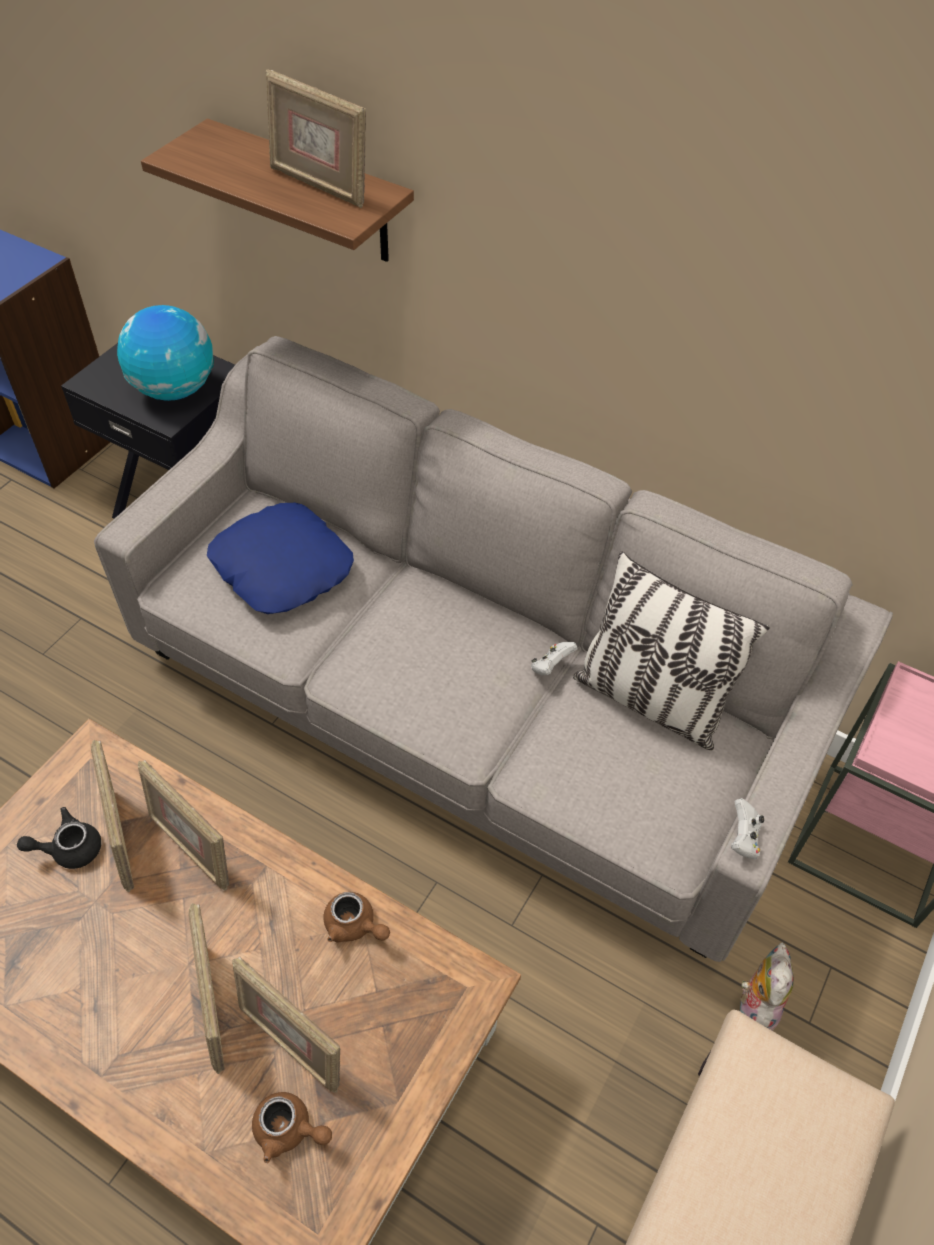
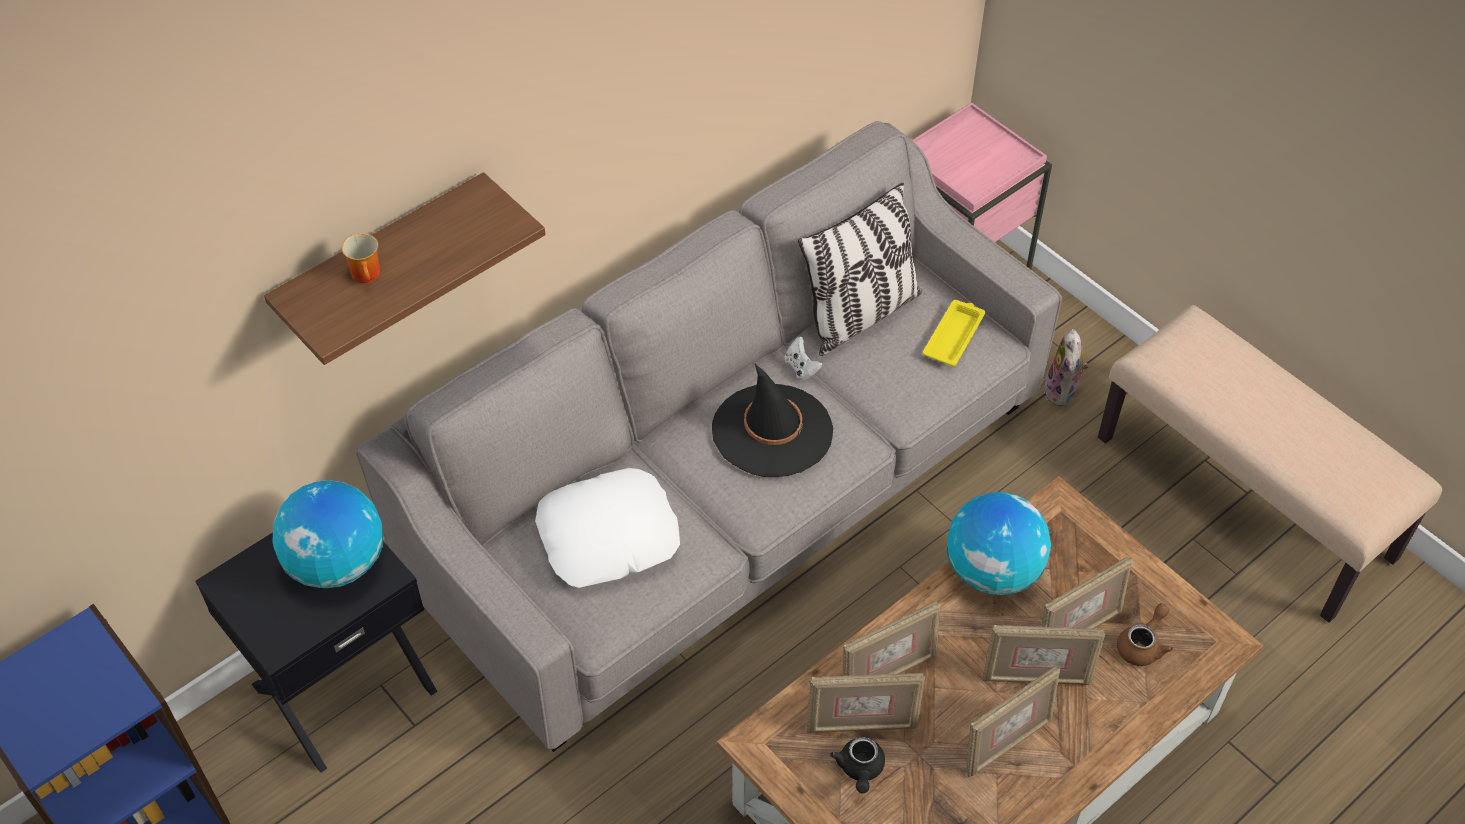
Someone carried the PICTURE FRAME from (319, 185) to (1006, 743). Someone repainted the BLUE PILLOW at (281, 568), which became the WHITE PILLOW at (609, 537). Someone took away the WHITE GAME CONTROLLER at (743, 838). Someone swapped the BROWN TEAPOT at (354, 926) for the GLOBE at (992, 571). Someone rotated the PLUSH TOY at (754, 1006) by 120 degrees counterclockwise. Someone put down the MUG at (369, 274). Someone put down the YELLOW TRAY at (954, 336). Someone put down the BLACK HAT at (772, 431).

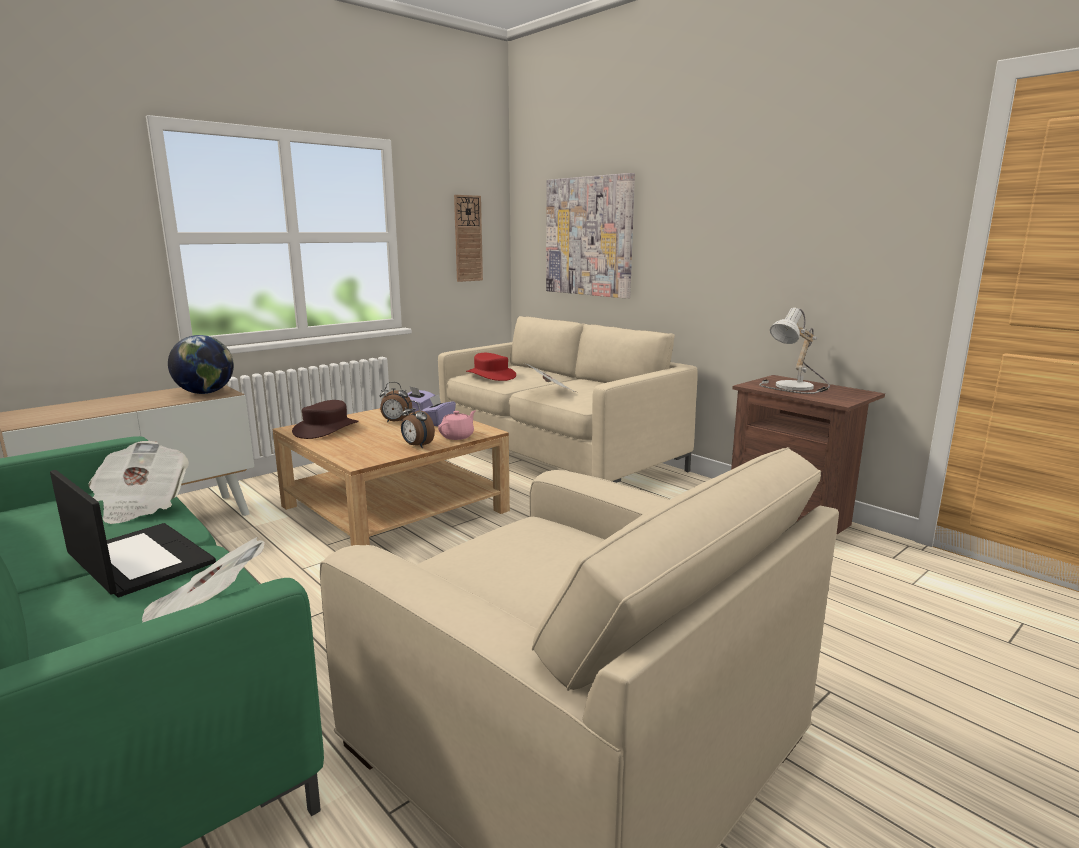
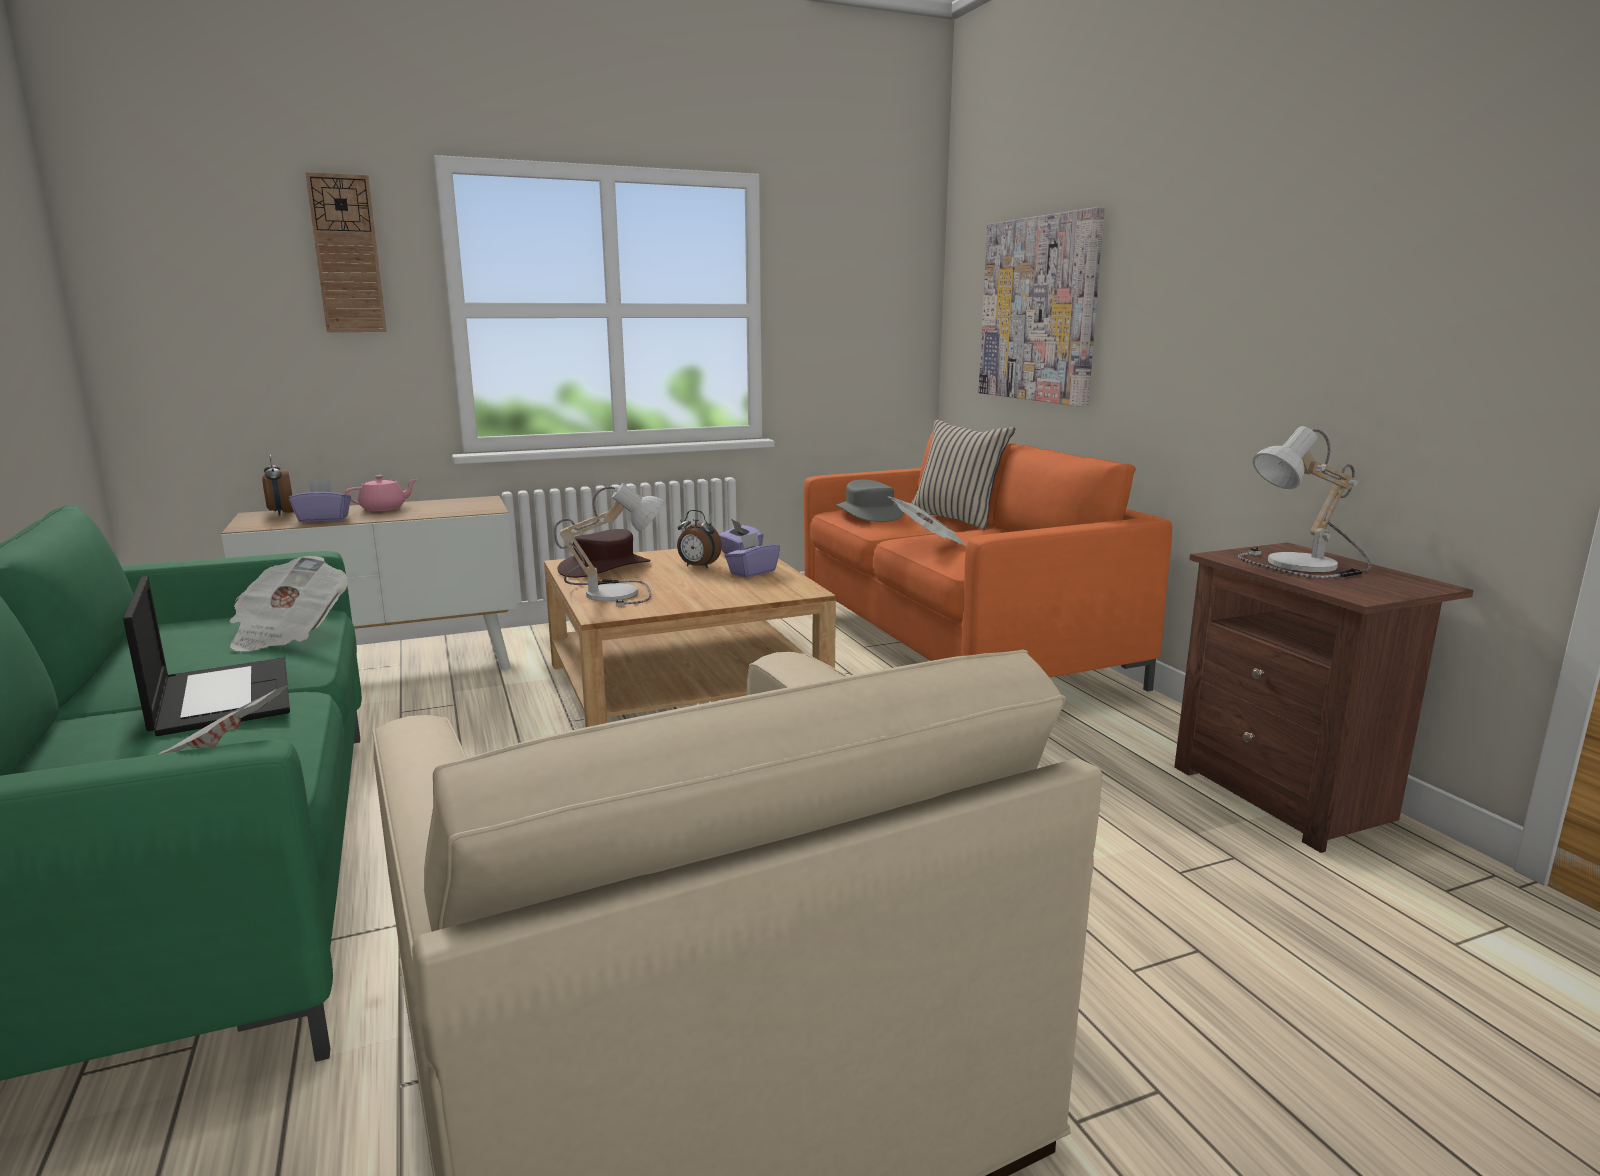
Someone carried the WALL CLOCK from (468, 238) to (347, 254). Someone repainted the BEIGE SOFA at (558, 459), which became the ORANGE SOFA at (957, 647). Someone took away the GLOBE at (205, 393). Someone repainted the RED HAT at (491, 375), which became the GREY HAT at (869, 513). Someone carried the ALARM CLOCK from (416, 446) to (281, 513). Someone carried the PINK TEAPOT from (458, 436) to (384, 508). Someone put down the BEIGE PILLOW at (956, 518). Someone put down the PURPLE TISSUE BOX at (324, 519). Someone put down the TABLE LAMP at (615, 592).

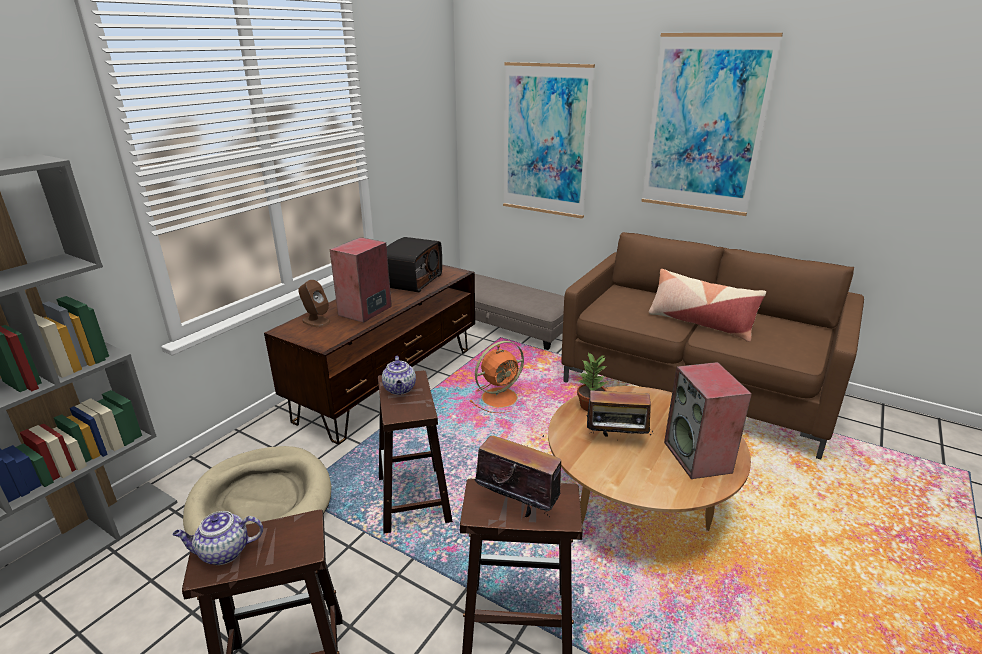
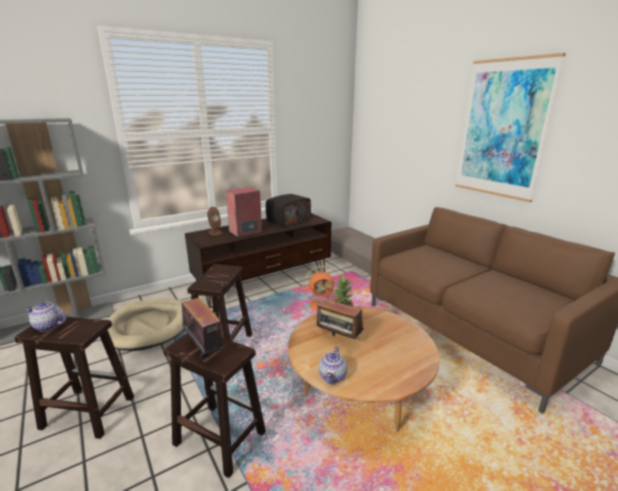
Someone took away the PICTURE at (545, 141). Someone took away the PILLOW at (700, 323). Someone carried the TEAPOT from (400, 389) to (332, 377). Someone took away the SPEAKER at (698, 457).

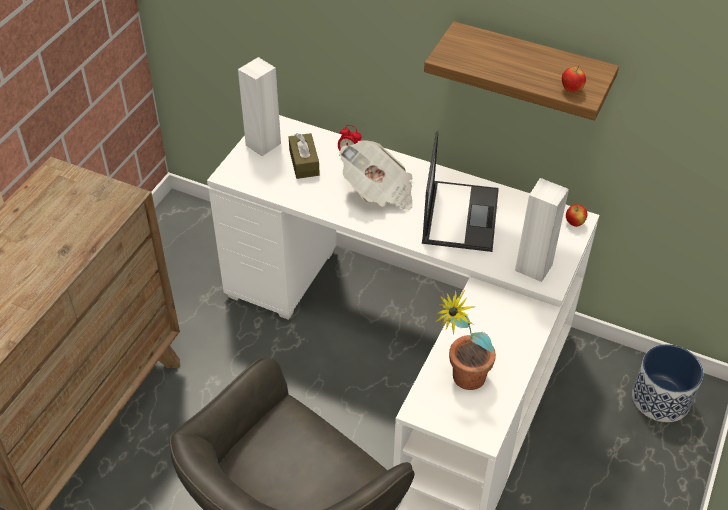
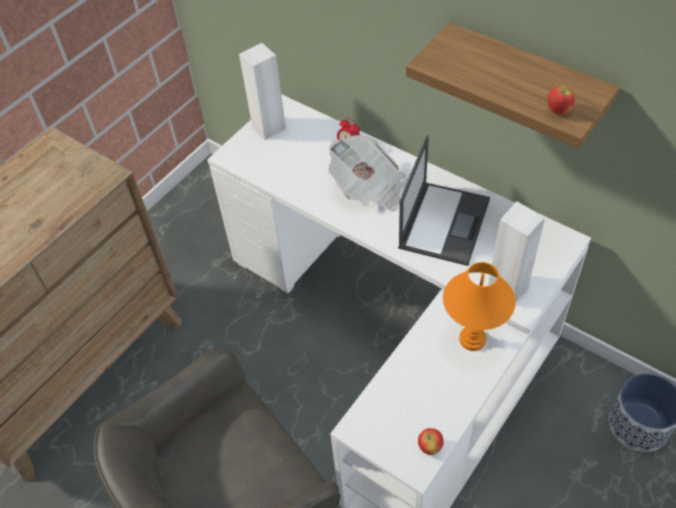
Someone took away the BROWN TISSUE BOX at (304, 163). Someone carried the APPLE from (574, 223) to (430, 447). Someone took away the POTTED PLANT at (460, 382). Someone put down the ORANGE TABLE LAMP at (472, 340).

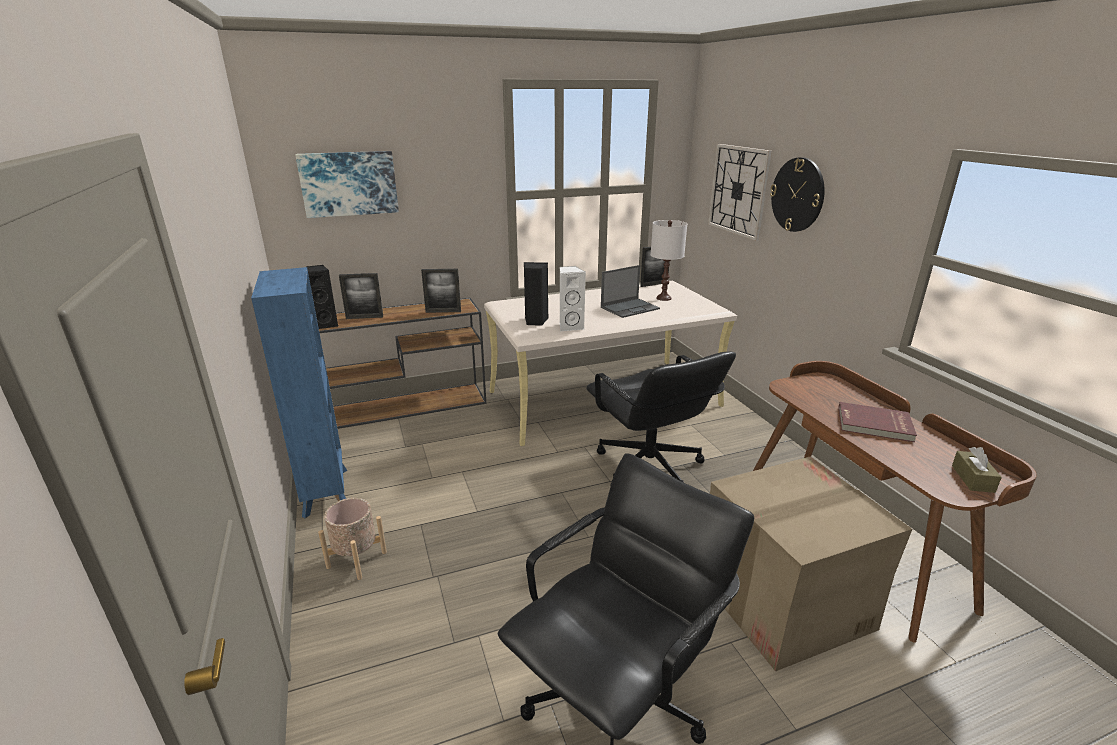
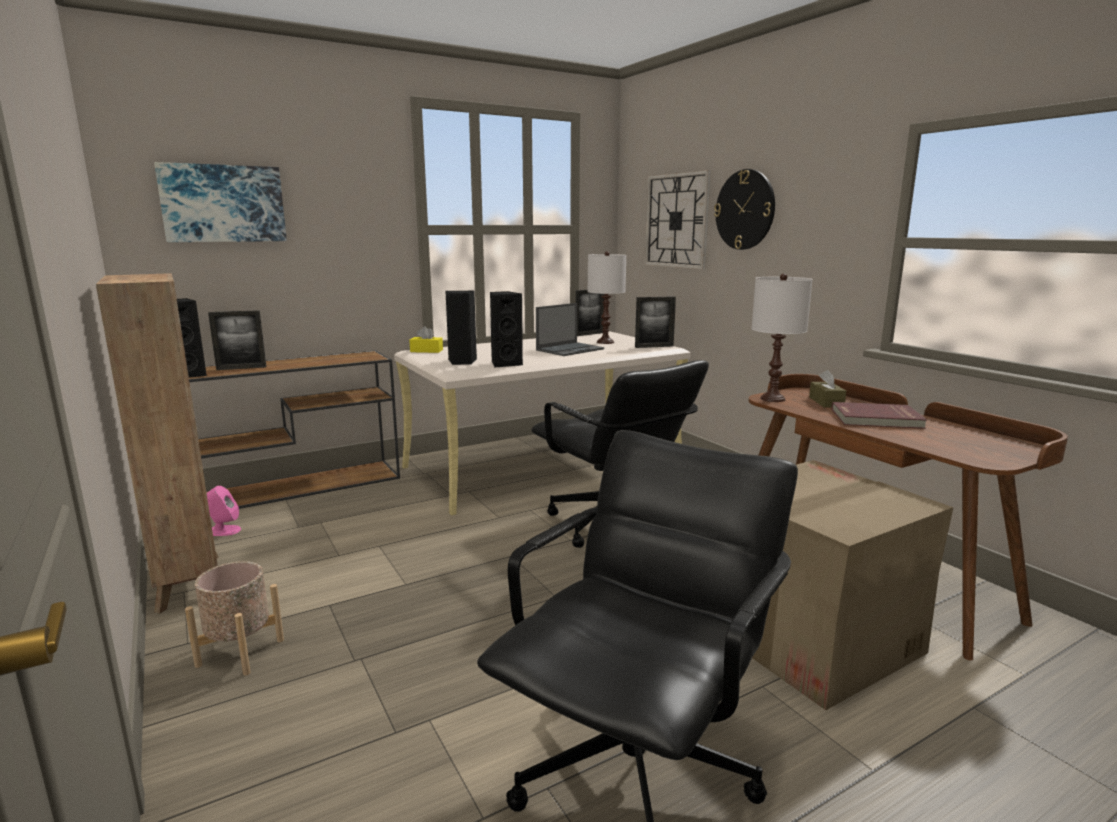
Someone repainted the WHITE SPEAKER at (570, 326), which became the BLACK SPEAKER at (505, 364). Someone repainted the BLUE BOOKCASE at (326, 491), which became the BROWN BOOKCASE at (189, 581). Someone carried the PICTURE FRAME from (443, 311) to (654, 346). Someone carried the BROWN TISSUE BOX from (972, 479) to (826, 402). Someone put down the WHITE TABLE LAMP at (772, 399). Someone put down the YELLOW TISSUE BOX at (426, 351). Someone put down the PINK SPEAKER at (223, 531).

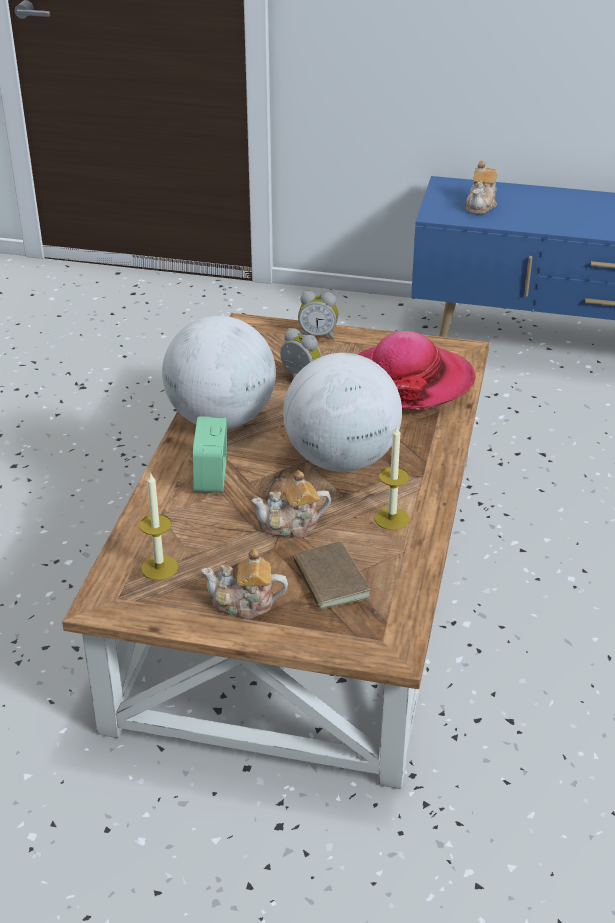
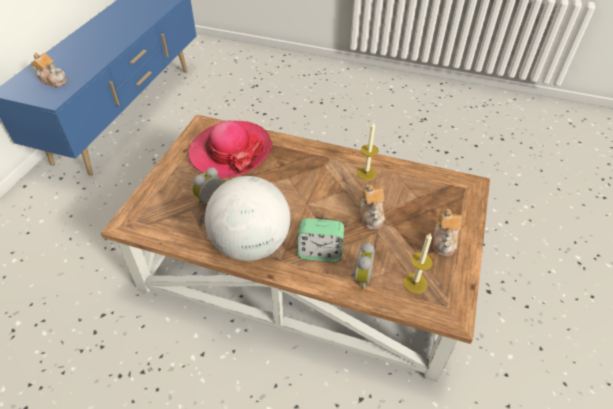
Someone carried the ALARM CLOCK from (318, 335) to (360, 277). Someone took away the GLOBE at (341, 460). Someone took away the BROWN BOOK at (328, 580).

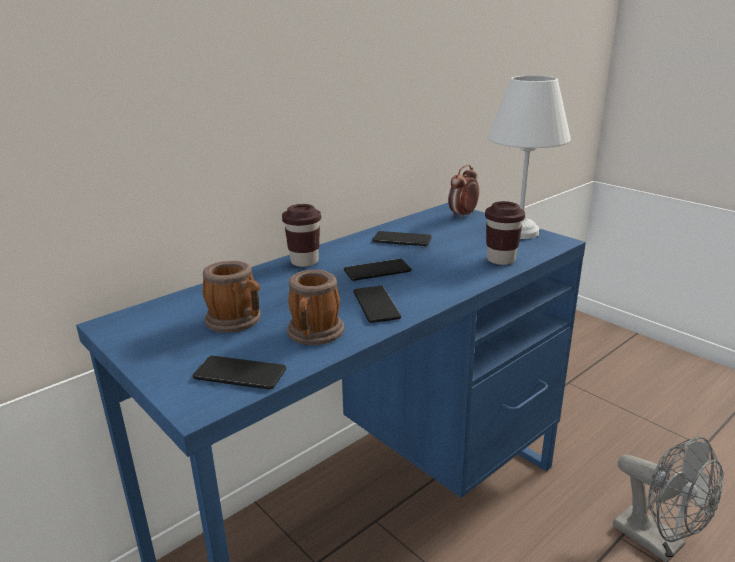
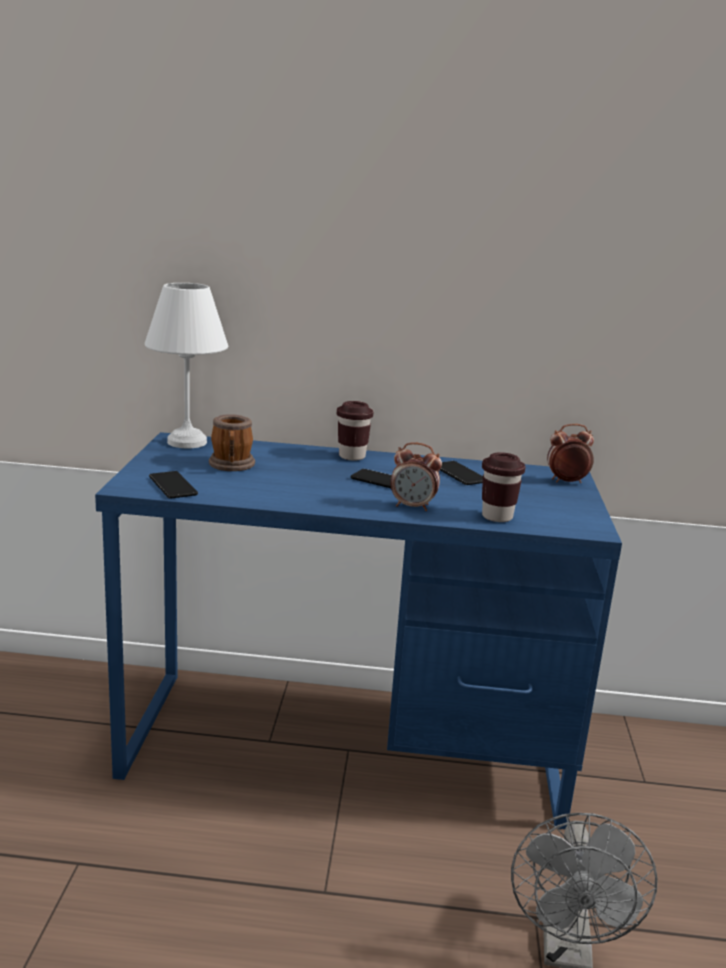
Someone carried the WHITE TABLE LAMP from (520, 233) to (185, 442). Someone took away the MUG at (314, 335). Someone took away the PHONE at (376, 305). Someone put down the ALARM CLOCK at (413, 506).

